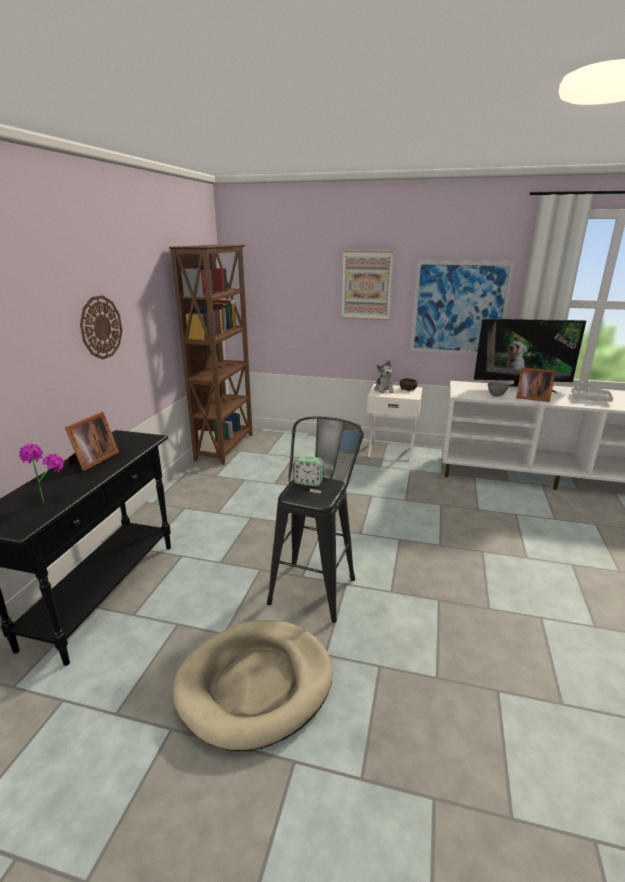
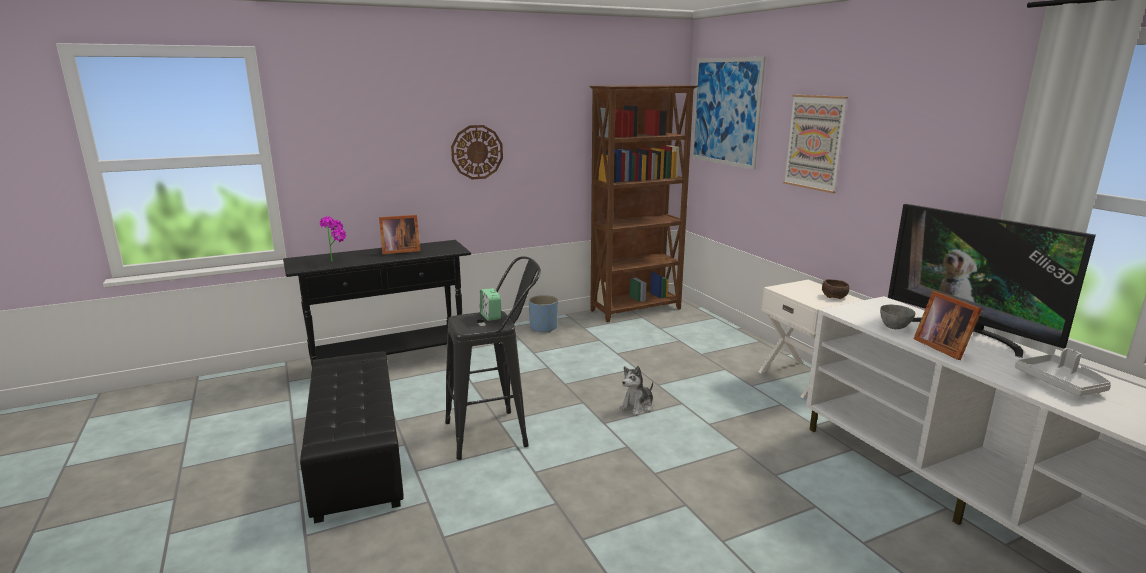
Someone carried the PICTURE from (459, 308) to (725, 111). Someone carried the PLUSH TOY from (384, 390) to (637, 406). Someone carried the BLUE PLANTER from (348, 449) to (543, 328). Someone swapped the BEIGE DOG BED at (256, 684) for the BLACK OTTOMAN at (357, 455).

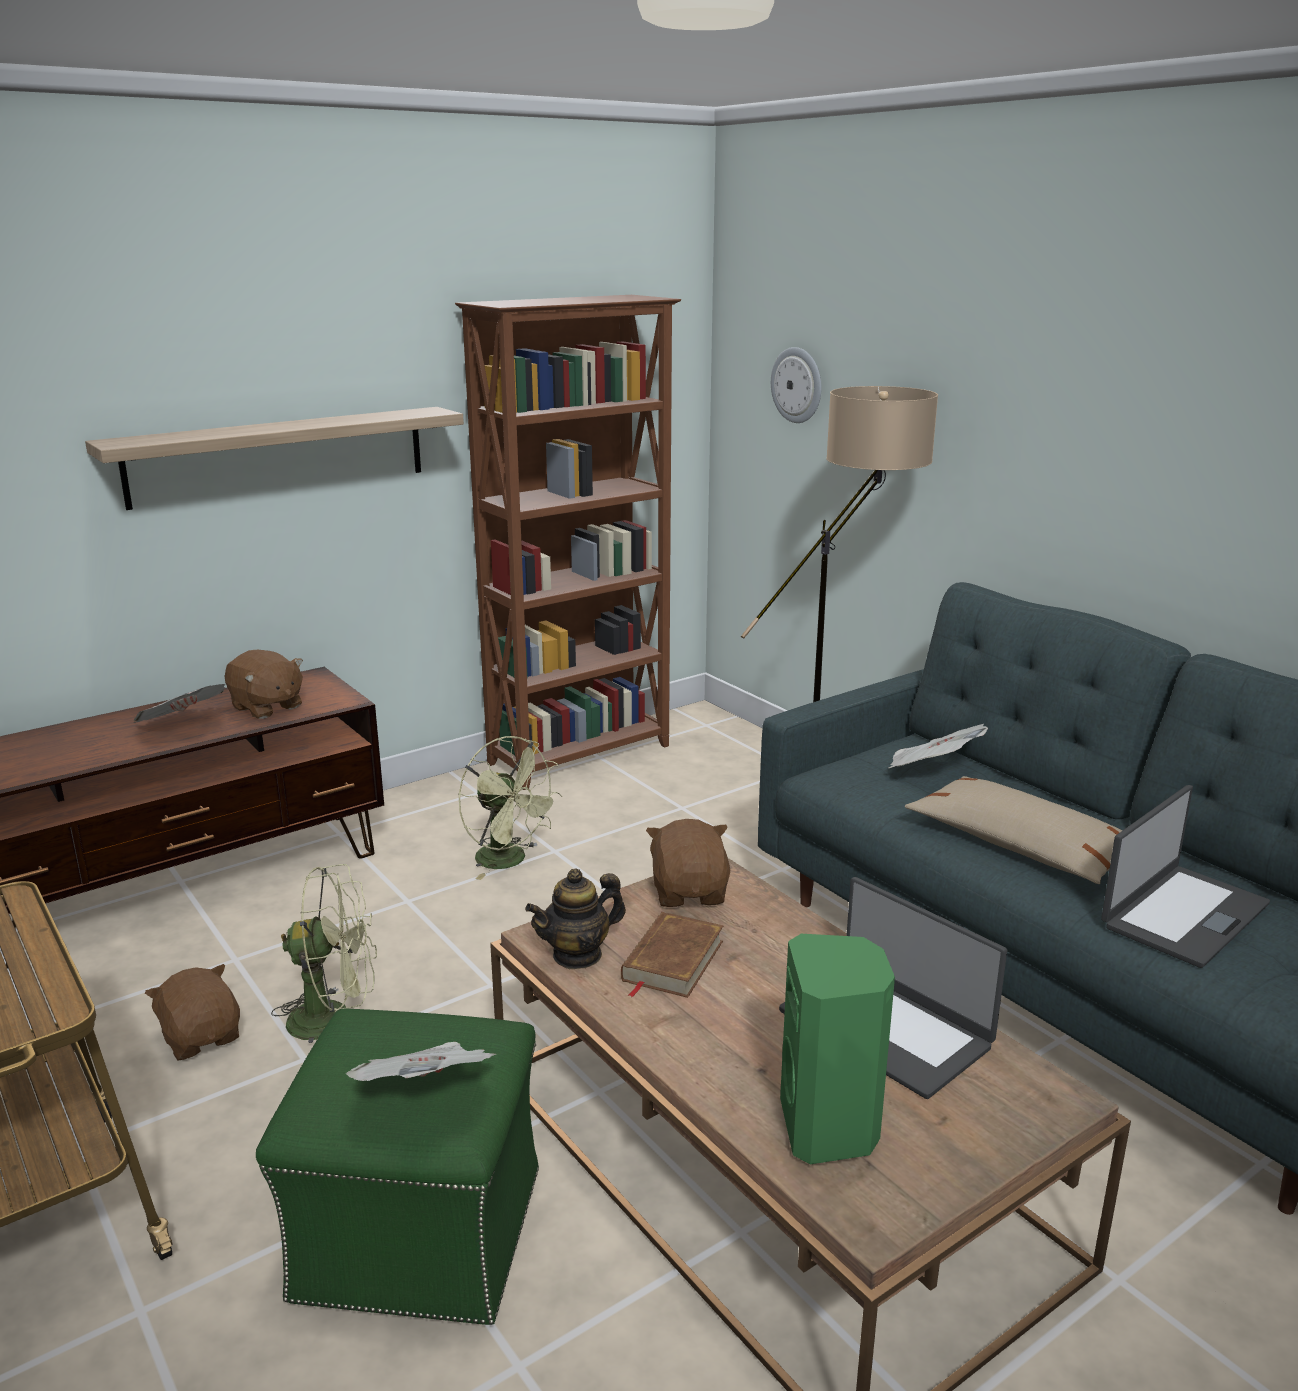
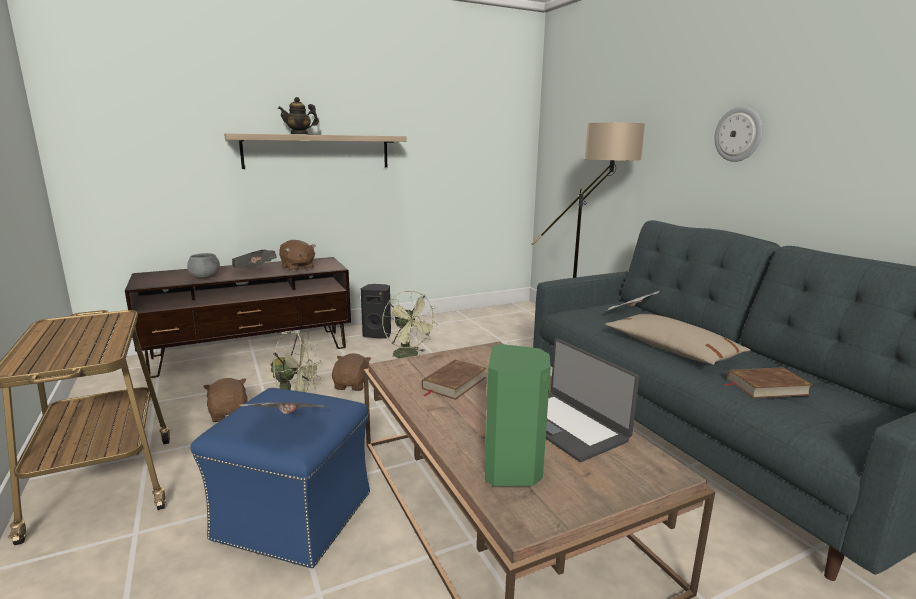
Someone took away the BROWN BOOKCASE at (582, 755). Someone carried the WALL CLOCK from (797, 385) to (738, 134). Someone swapped the LAPTOP at (1182, 914) for the BROWN BOOK at (766, 387). Someone carried the BROWN PLUSH TOY from (690, 892) to (352, 385). Someone carried the TEAPOT from (577, 955) to (299, 134). Someone repainted the GREEN OTTOMAN at (416, 1233), which became the BLUE OTTOMAN at (292, 515). Someone put down the GREY BOWL at (205, 277). Someone put down the BLACK SPEAKER at (378, 335).

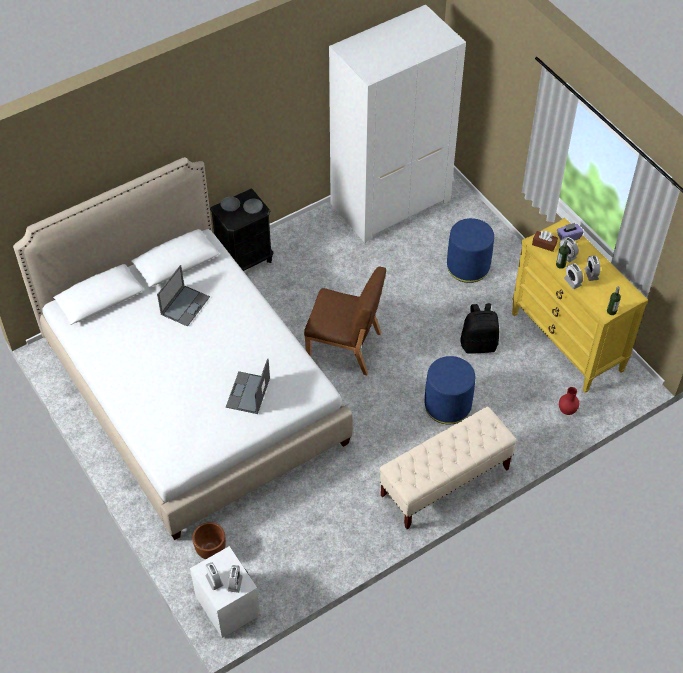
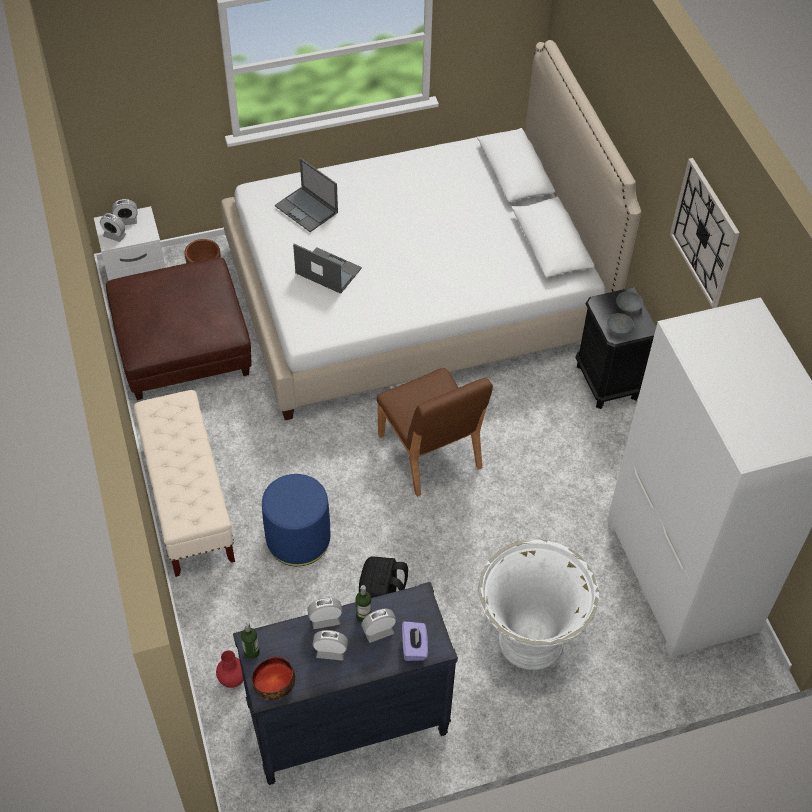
Someone swapped the BLUE OTTOMAN at (468, 266) for the WHITE PLANTER at (529, 639). Someone repainted the YELLOW DRESSER at (567, 342), which became the BLACK DRESSER at (347, 726). Someone took away the BROWN TISSUE BOX at (544, 244). Someone carried the LAPTOP from (185, 305) to (307, 209). Someone rotated the BROWN CHAIR at (345, 347) by 60 degrees counterclockwise. Someone put up the WALL CLOCK at (705, 233). Someone put down the BROWN OTTOMAN at (183, 346). Someone put down the BOWL at (274, 682).

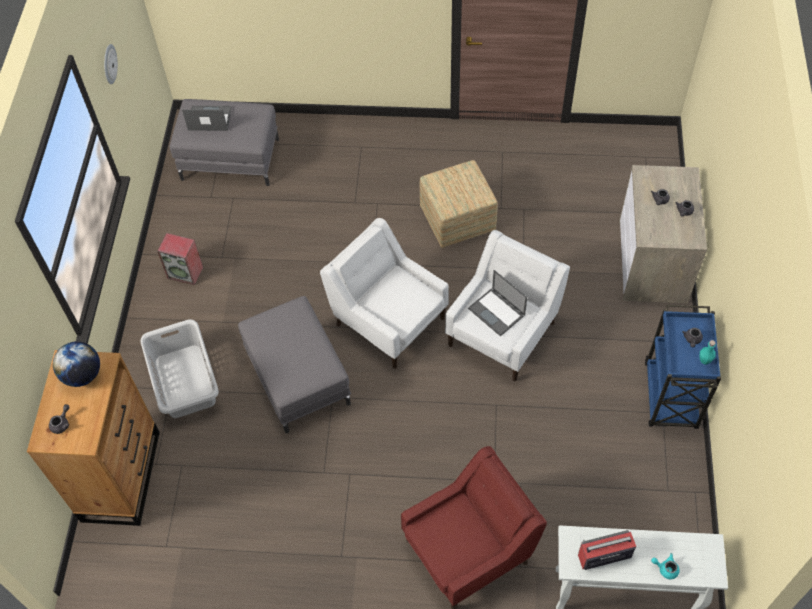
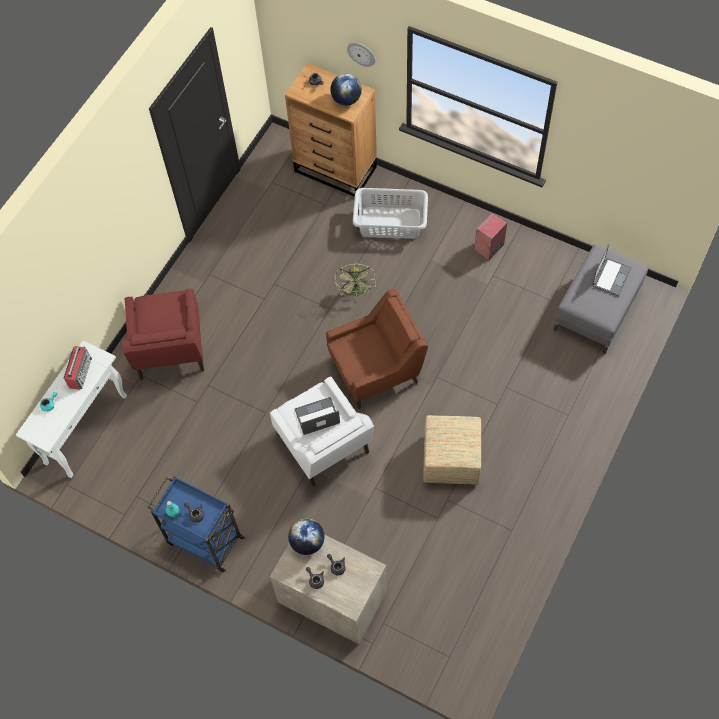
Someone carried the WALL CLOCK from (109, 64) to (361, 53). Someone repainted the WHITE ARMCHAIR at (388, 320), which became the BROWN ARMCHAIR at (376, 369). Someone swapped the GREY OTTOMAN at (297, 378) for the GREEN FAN at (357, 292). Someone put down the GLOBE at (307, 542).

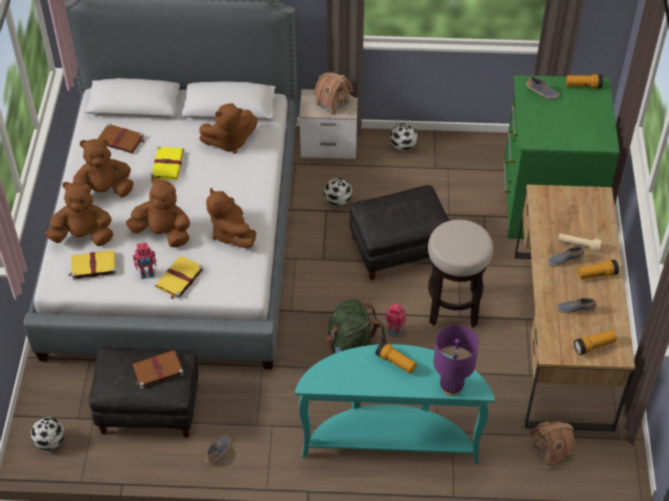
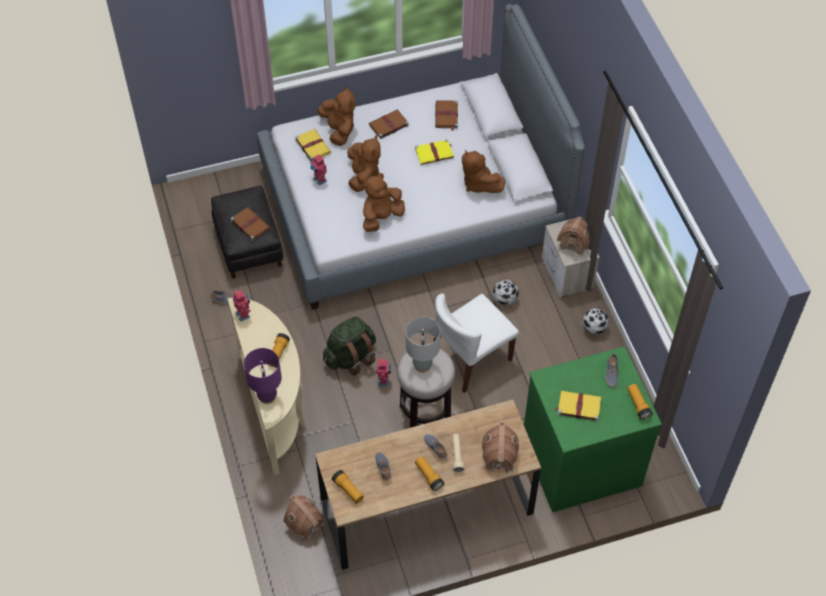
Someone swapped the BROWN PLUSH TOY at (103, 192) for the BROWN BOOK at (388, 125). Someone swapped the BLACK OTTOMAN at (398, 249) for the WHITE CHAIR at (471, 359). Someone carried the YELLOW BOOK from (179, 279) to (578, 406). Someone repainted the TURQUOISE CONSOLE TABLE at (390, 439), which became the BEIGE CONSOLE TABLE at (275, 408). Someone took away the FOOTBALL at (50, 442). Someone put down the TOY ROBOT at (243, 314). Someone put down the GREY TABLE LAMP at (422, 365). Someone put down the TOY HOUSE at (499, 458).

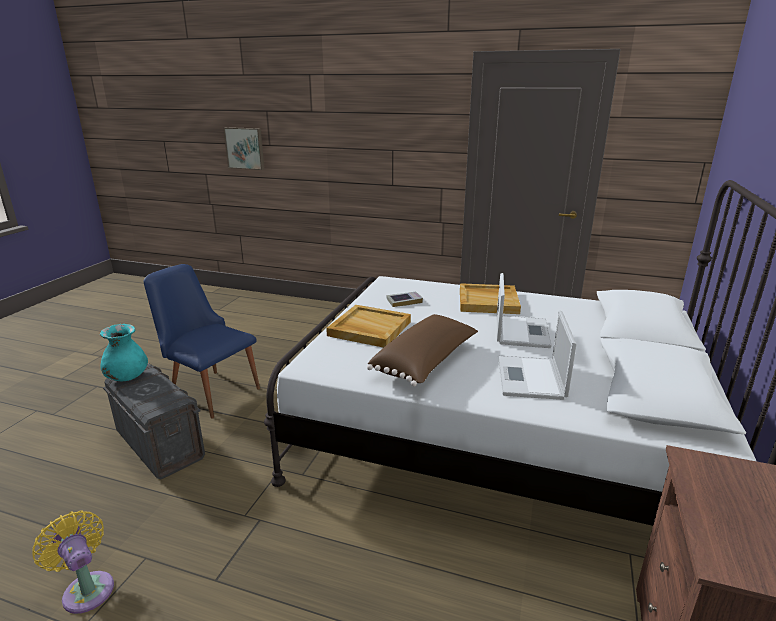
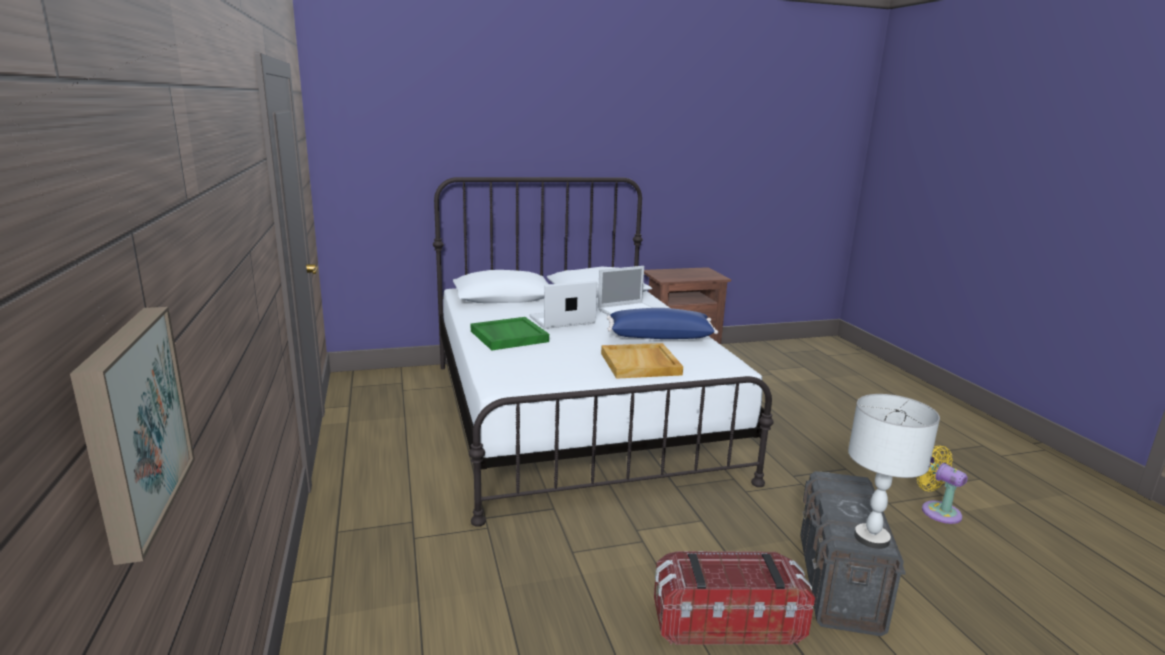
Someone swapped the BLUE CHAIR at (210, 390) for the STORAGE BOX at (726, 621). Someone repainted the BEIGE TRAY at (488, 301), which became the GREEN TRAY at (508, 336). Someone took away the BOOK at (404, 301). Someone repainted the BROWN PILLOW at (426, 362), which became the BLUE PILLOW at (659, 336). Someone swapped the TURQUOISE VASE at (127, 377) for the GREY TABLE LAMP at (872, 538). Someone rotated the YELLOW FAN at (87, 588) by 135 degrees clockwise.

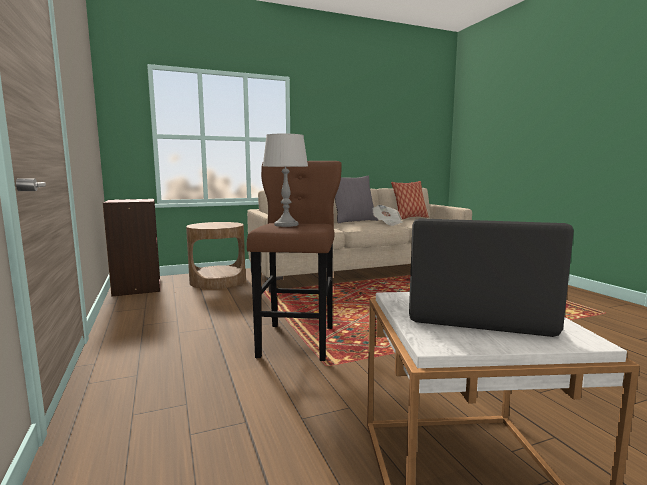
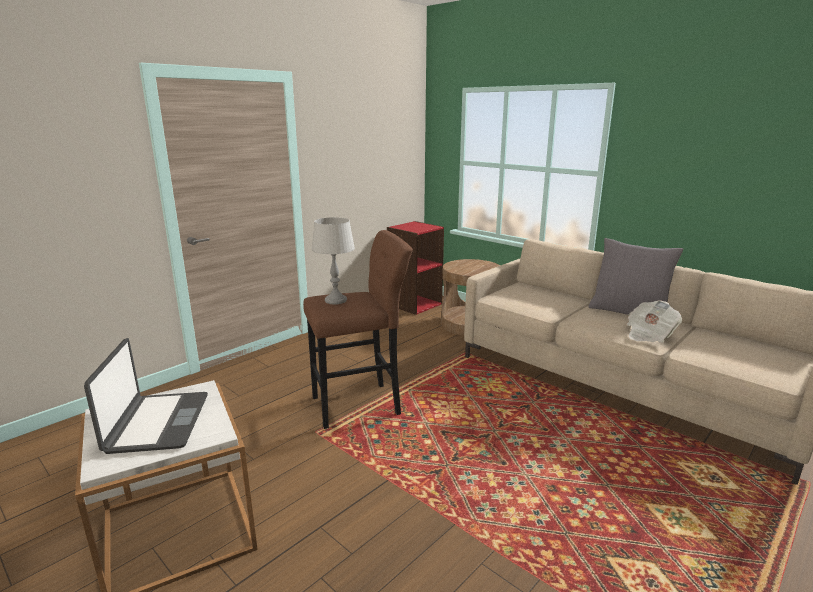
Someone took away the PILLOW at (410, 218).

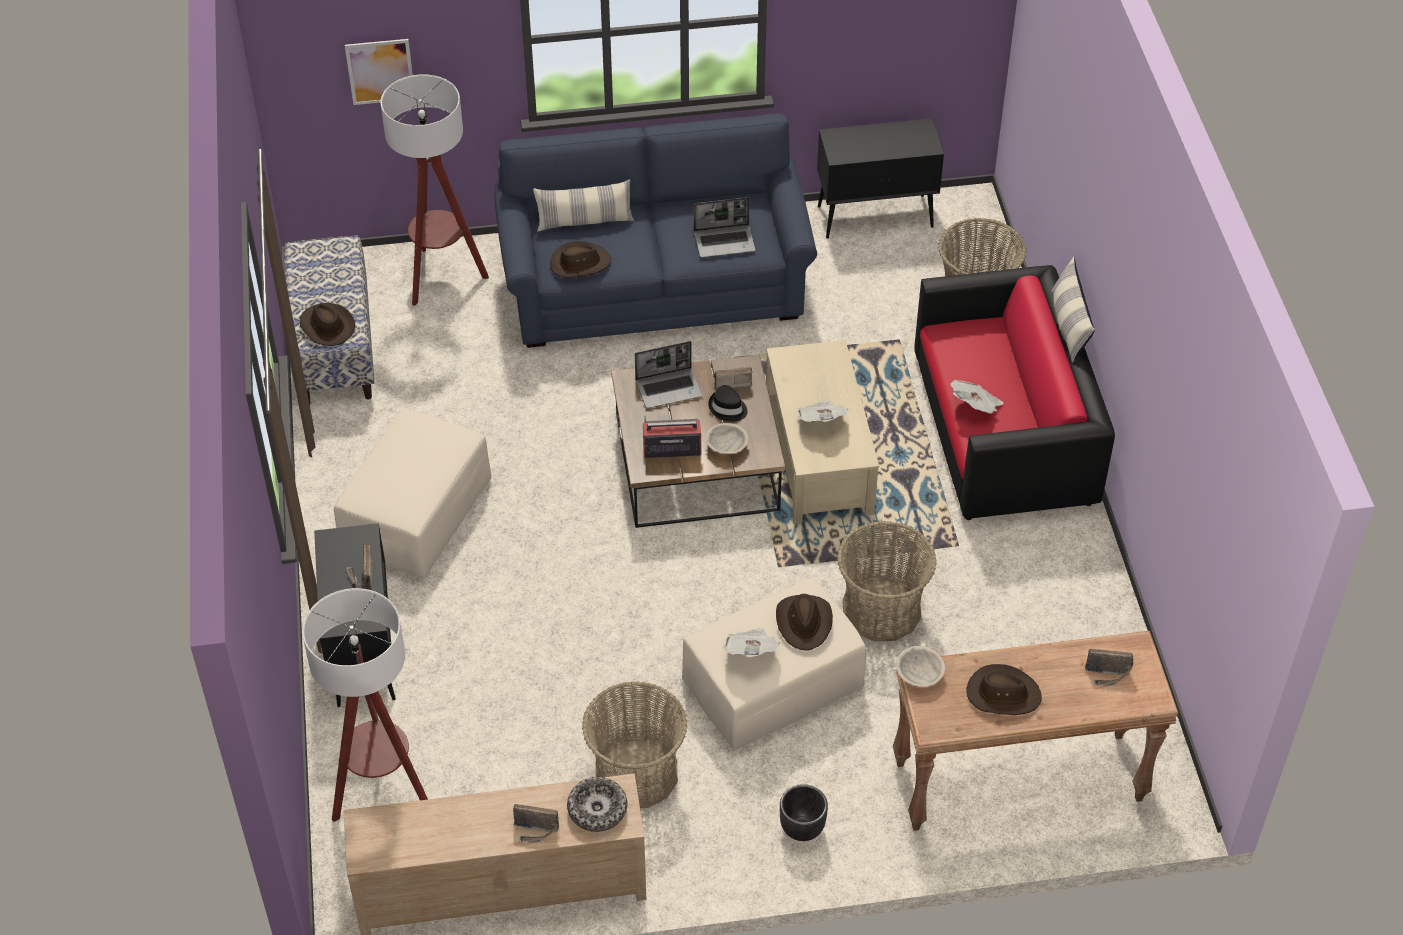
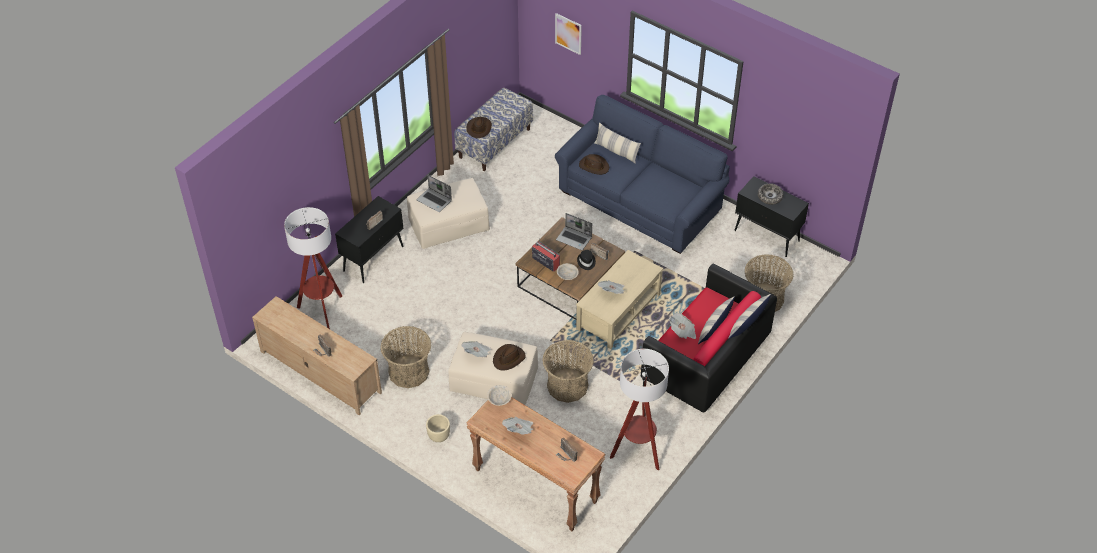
Someone carried the FLOOR LAMP from (441, 276) to (637, 452). Someone carried the LAPTOP from (725, 241) to (434, 200). Someone swapped the BROWN HAT at (1002, 694) for the NEWSPAPER at (519, 430). Someone carried the BOWL from (597, 809) to (770, 197). Someone repainted the BLACK PLANTER at (802, 829), which became the BEIGE PLANTER at (438, 437). Someone put down the PILLOW at (714, 327).

